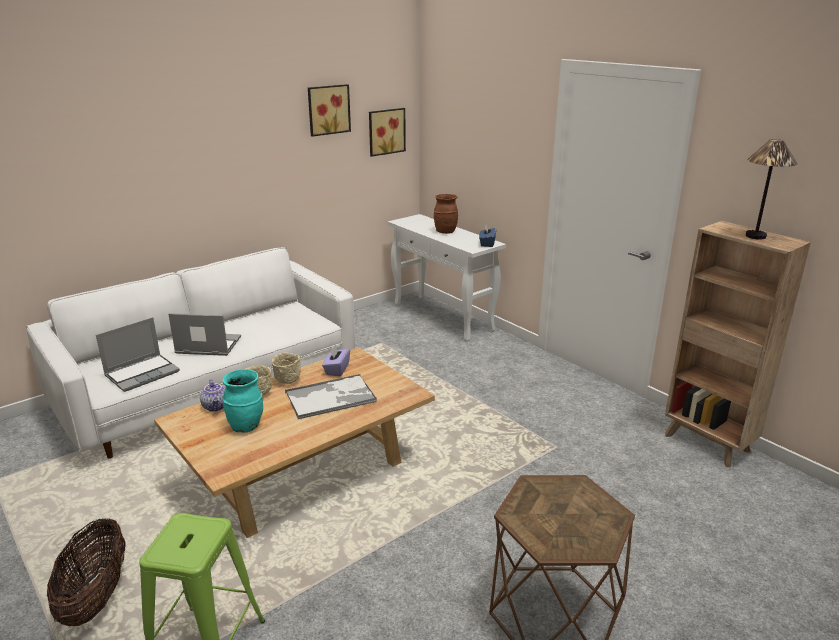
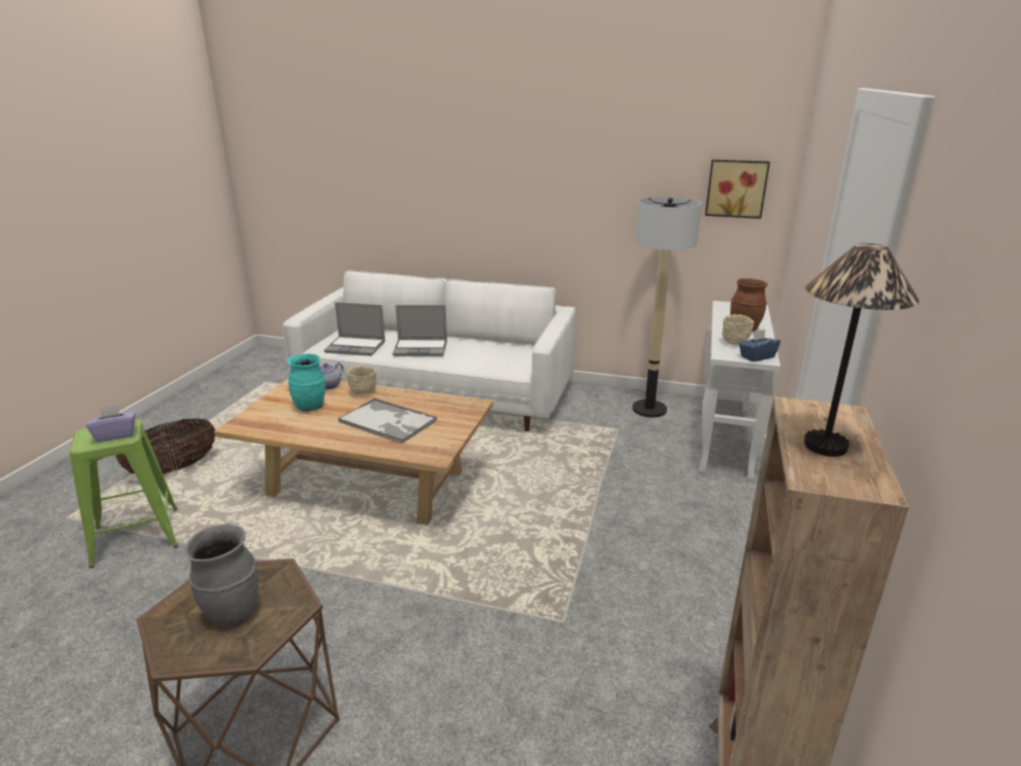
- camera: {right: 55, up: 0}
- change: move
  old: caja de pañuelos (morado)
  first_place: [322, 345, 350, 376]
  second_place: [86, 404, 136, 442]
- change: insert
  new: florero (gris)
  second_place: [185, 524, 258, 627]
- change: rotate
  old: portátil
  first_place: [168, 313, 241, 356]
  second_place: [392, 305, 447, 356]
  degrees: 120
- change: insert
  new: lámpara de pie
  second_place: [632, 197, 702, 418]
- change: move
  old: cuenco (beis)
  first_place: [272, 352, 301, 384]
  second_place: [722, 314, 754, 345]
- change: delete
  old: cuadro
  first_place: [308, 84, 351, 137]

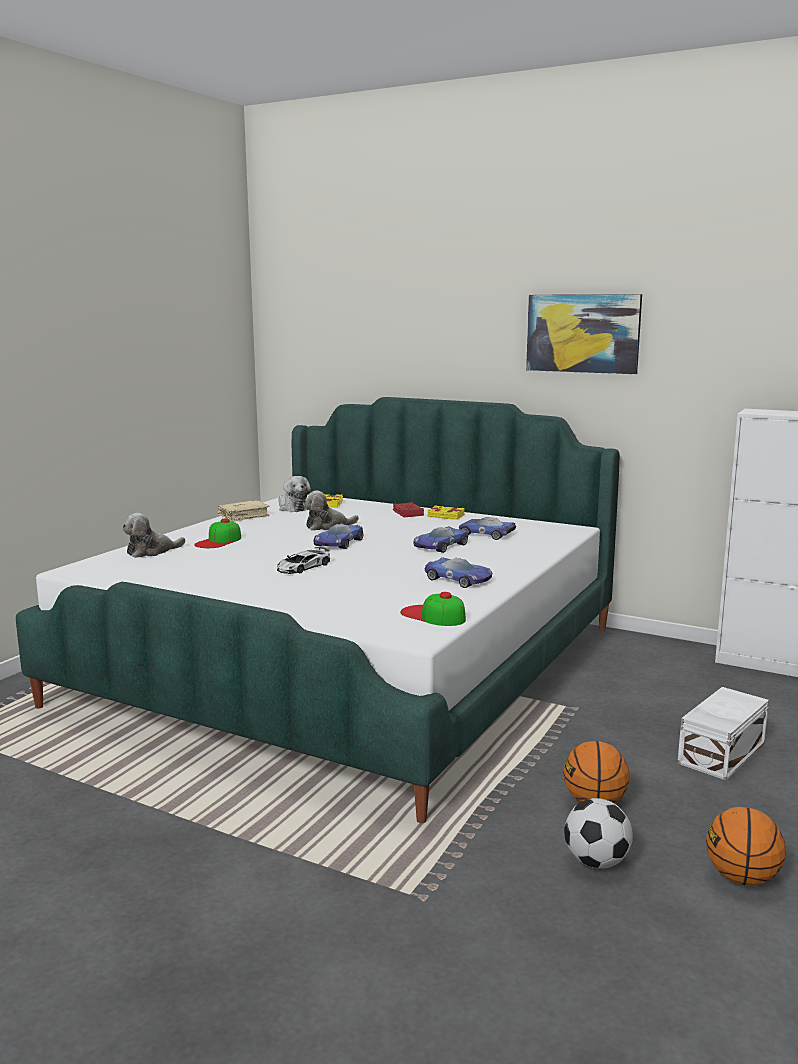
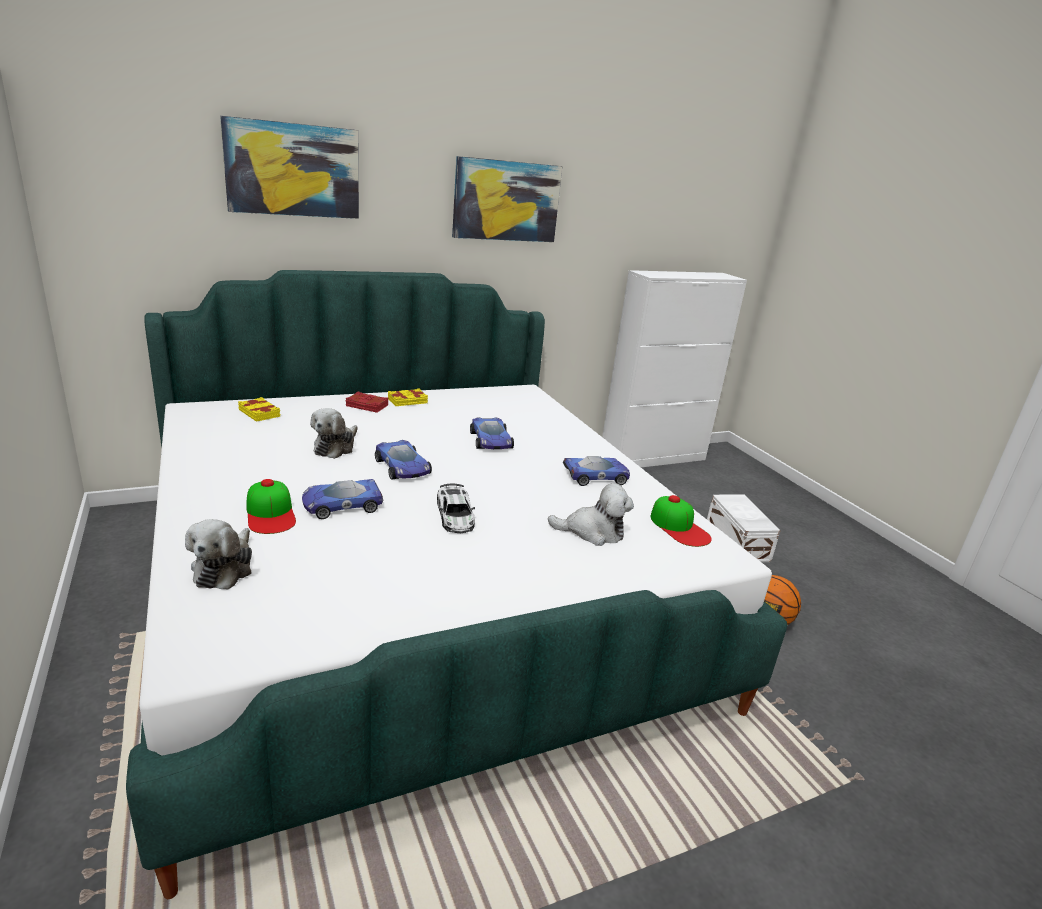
- camera: {right: -55, up: 10}
- change: insert
  new: cuadro
  second_place: [220, 116, 359, 219]
- change: move
  old: coche de juguete
  first_place: [459, 517, 516, 540]
  second_place: [302, 479, 384, 519]
- change: move
  old: peluche
  first_place: [278, 476, 311, 512]
  second_place: [548, 483, 634, 546]
- change: rotate
  old: gorra
  first_place: [400, 592, 466, 626]
  second_place: [651, 495, 712, 547]
  degrees: -105
- change: delete
  old: libro (beis)
  first_place: [217, 500, 270, 522]
- change: delete
  old: balón de fútbol
  first_place: [564, 798, 633, 869]
- change: delete
  old: balón de baloncesto
  first_place: [706, 807, 786, 886]

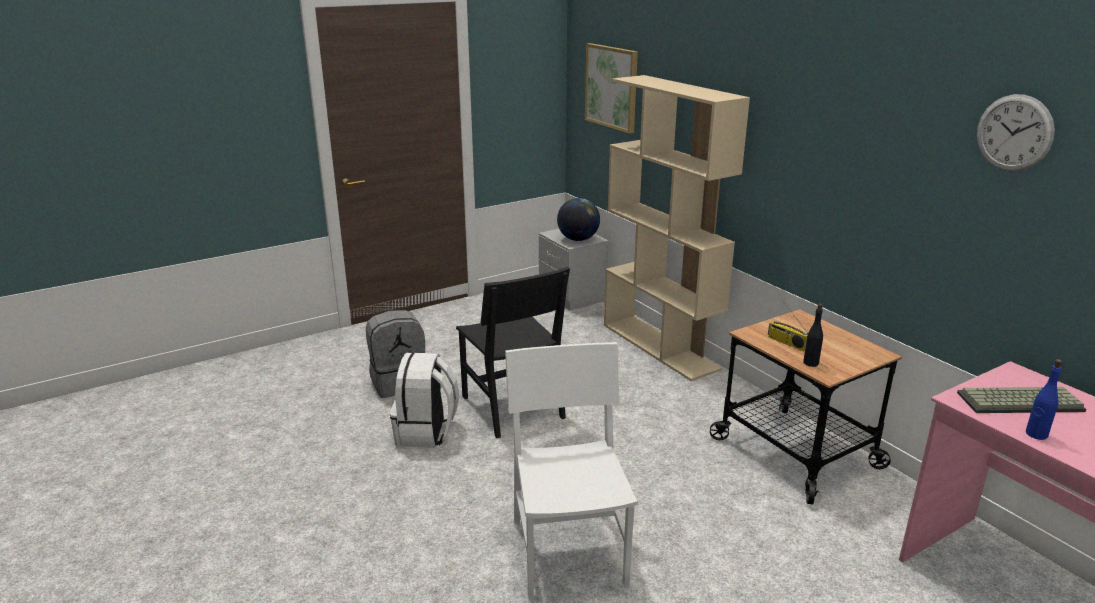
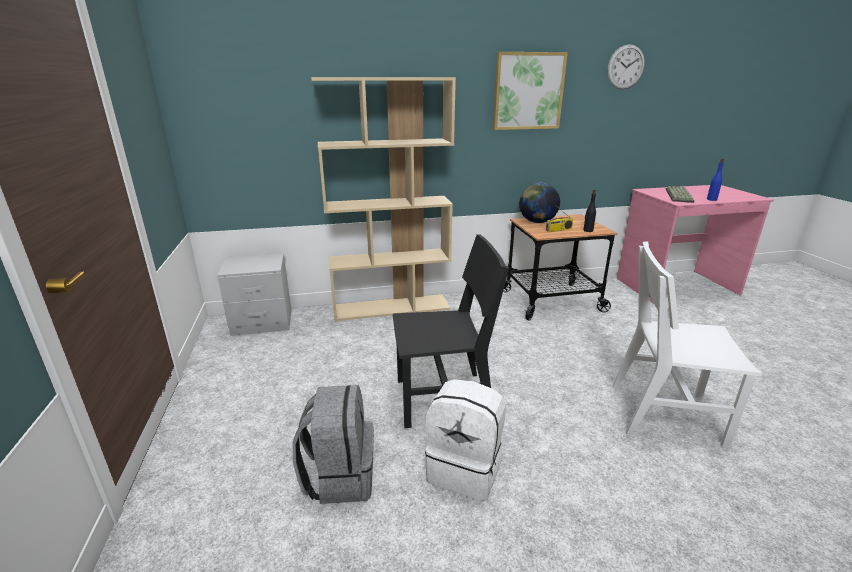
- camera: {right: -70, up: 0}
- change: move
  old: cuadro
  first_place: [585, 43, 638, 134]
  second_place: [493, 52, 568, 130]
- change: move
  old: globo terráqueo
  first_place: [557, 198, 600, 241]
  second_place: [519, 183, 560, 223]

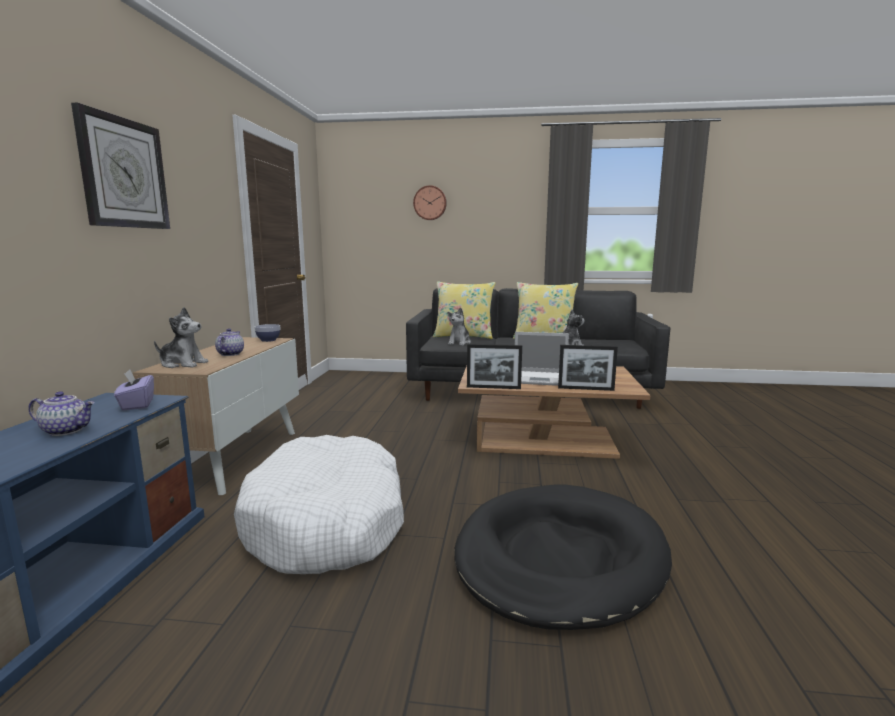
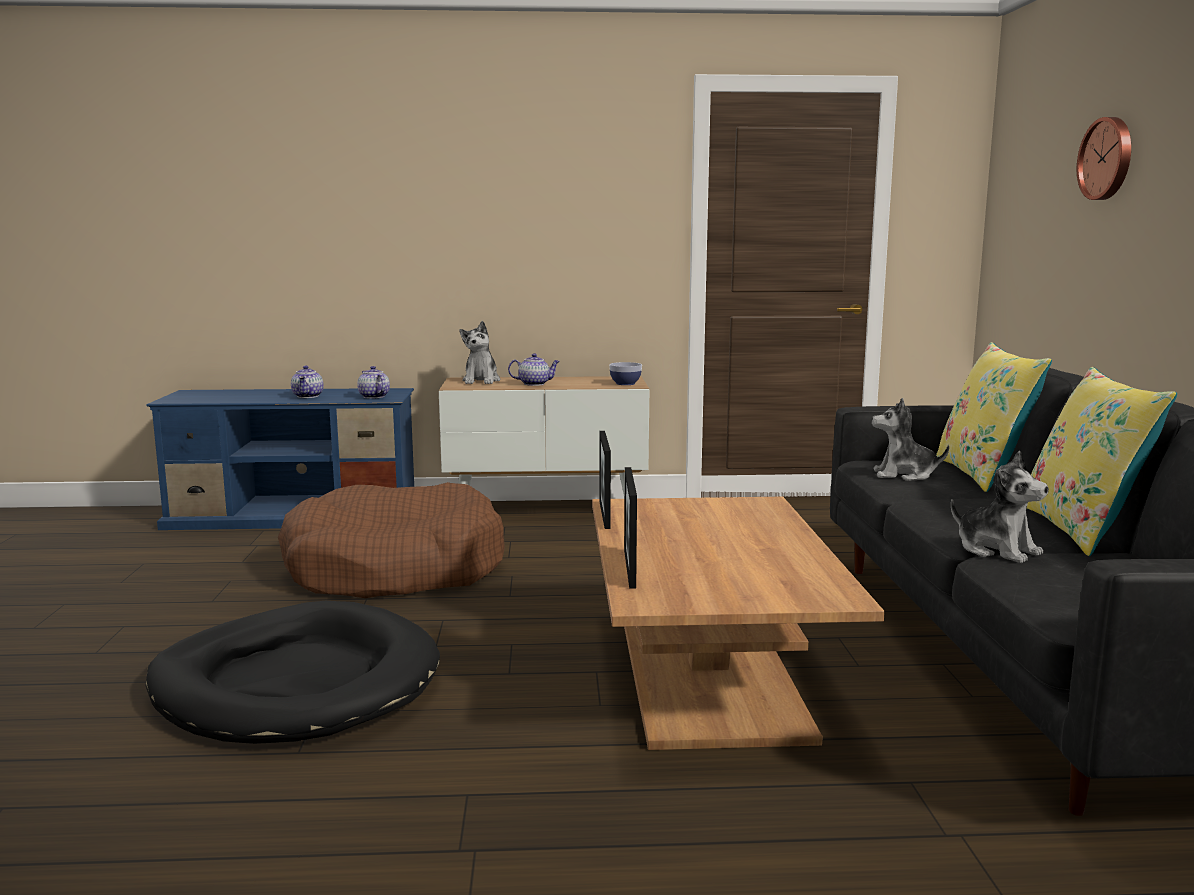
- camera: {right: 80, up: 0}
- change: recolor
  old: cama para perro (blanco)
  new: cama para perro (marrón)
  first_place: [234, 435, 404, 574]
  second_place: [278, 482, 505, 598]
- change: replace
  old: caja de pañuelos (morado)
  new: tetera
  first_place: [114, 369, 154, 410]
  second_place: [357, 366, 390, 399]
- change: delete
  old: reloj de pared
  first_place: [71, 103, 170, 229]
- change: delete
  old: portátil
  first_place: [515, 332, 569, 386]

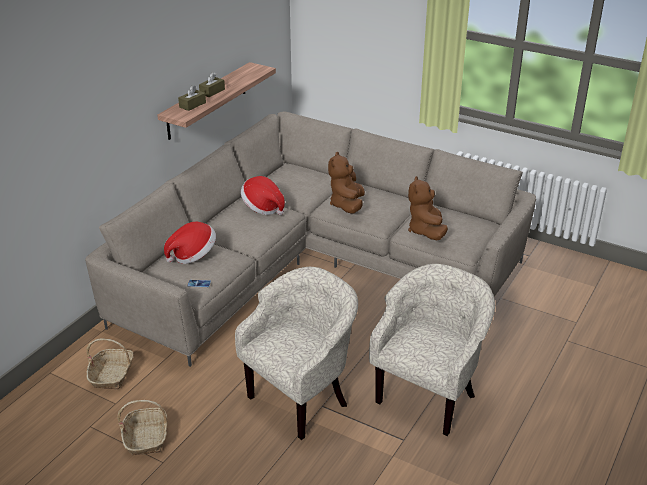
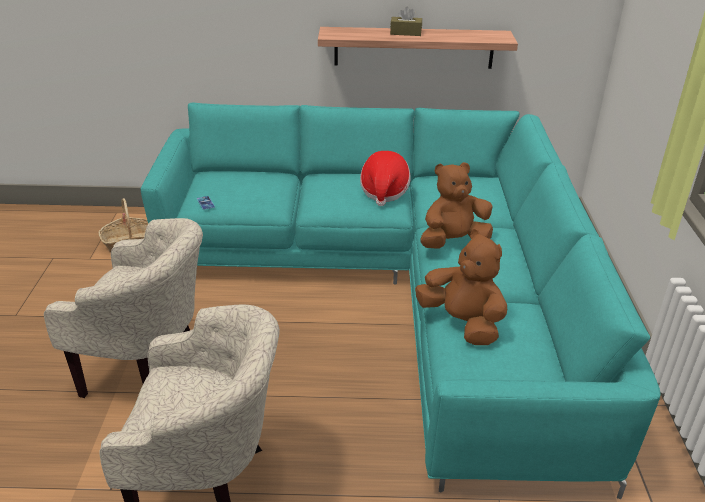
- camera: {right: 60, up: 0}
- change: recolor
  old: sofá (beis)
  new: sofá (turquesa)
  first_place: [85, 111, 536, 367]
  second_place: [140, 103, 660, 499]
- change: rotate
  old: peluche (marrón)
  first_place: [408, 176, 448, 240]
  second_place: [415, 229, 507, 345]
  degrees: 75
- change: delete
  old: cesta
  first_place: [117, 400, 168, 455]
- change: delete
  old: sombrero
  first_place: [164, 221, 216, 264]
- change: delete
  old: caja de pañuelos (marrón)
  first_place: [178, 85, 206, 111]

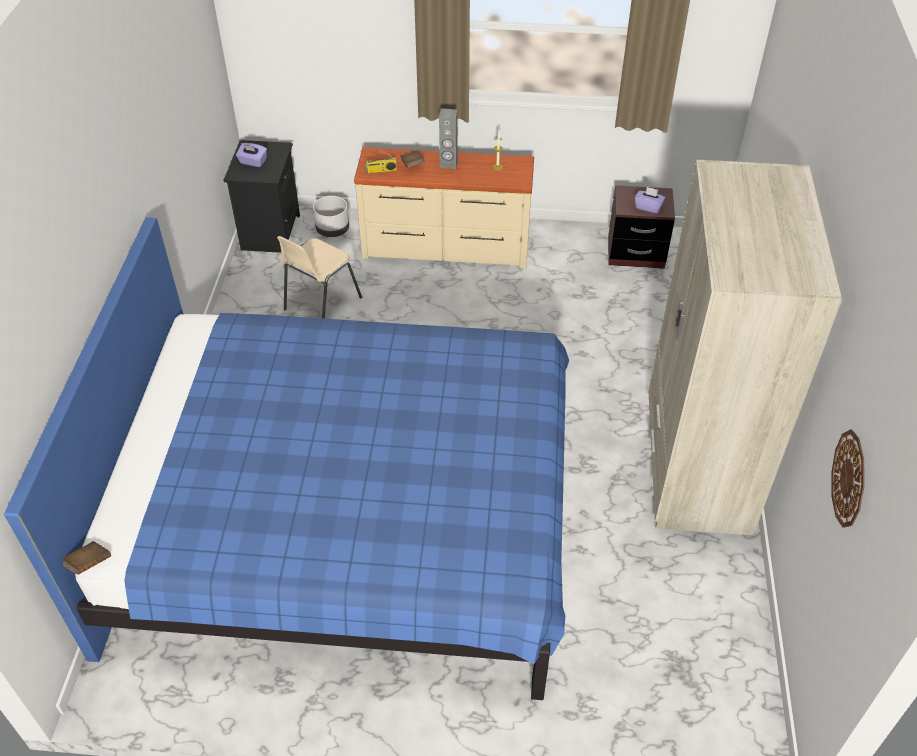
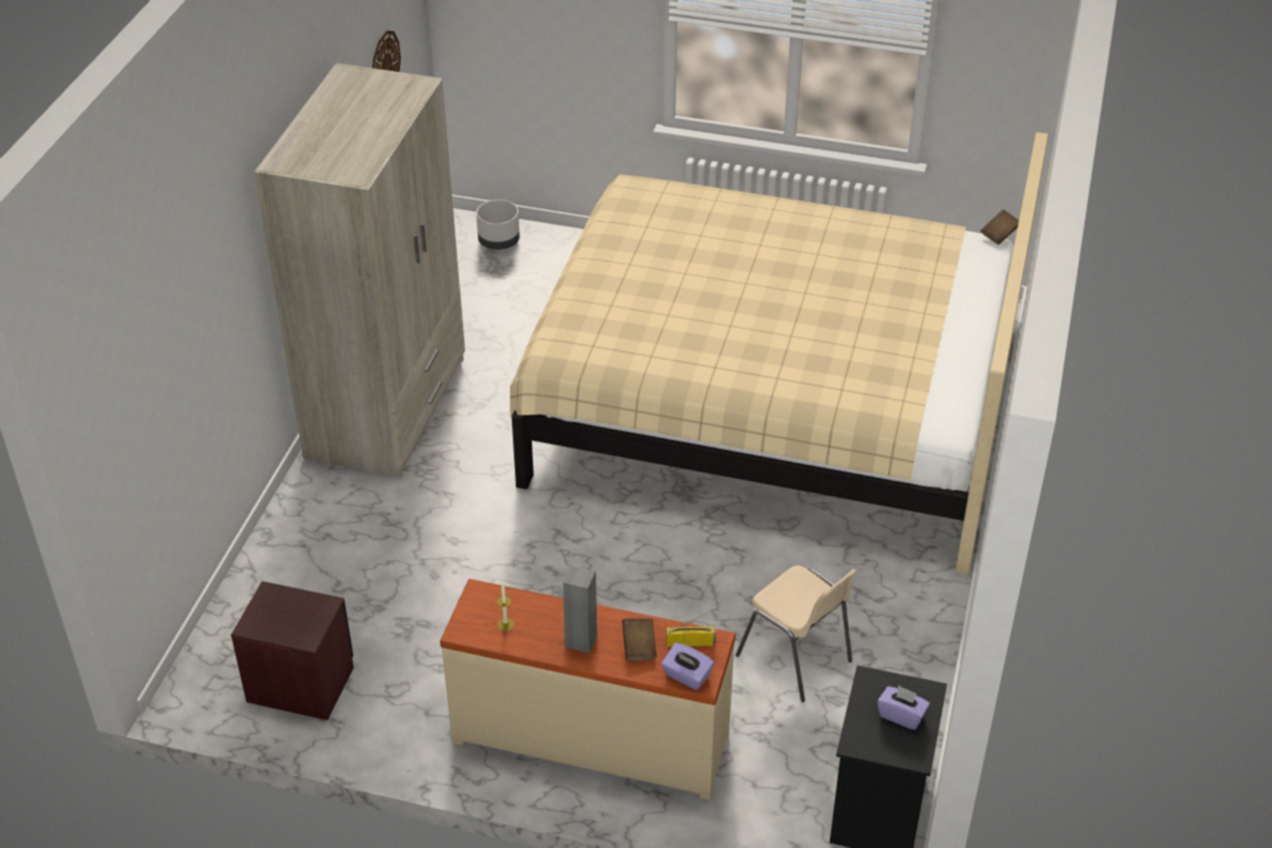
- camera: {right: -170, up: -5}
- change: move
  old: maceta (gris)
  first_place: [313, 196, 349, 237]
  second_place: [476, 200, 520, 250]
- change: recolor
  old: cama (azul)
  new: cama (beis)
  first_place: [4, 217, 569, 700]
  second_place: [510, 132, 1049, 574]
- change: move
  old: caja de pañuelos (morado)
  first_place: [635, 187, 665, 213]
  second_place: [661, 643, 714, 690]
- change: rotate
  old: silla (beis)
  first_place: [277, 236, 362, 319]
  second_place: [736, 566, 857, 702]
  degrees: 90

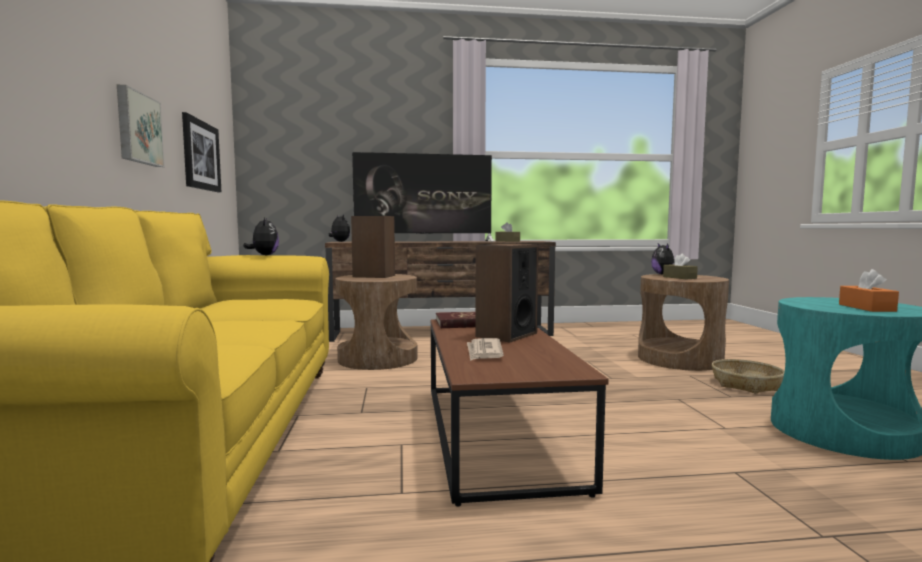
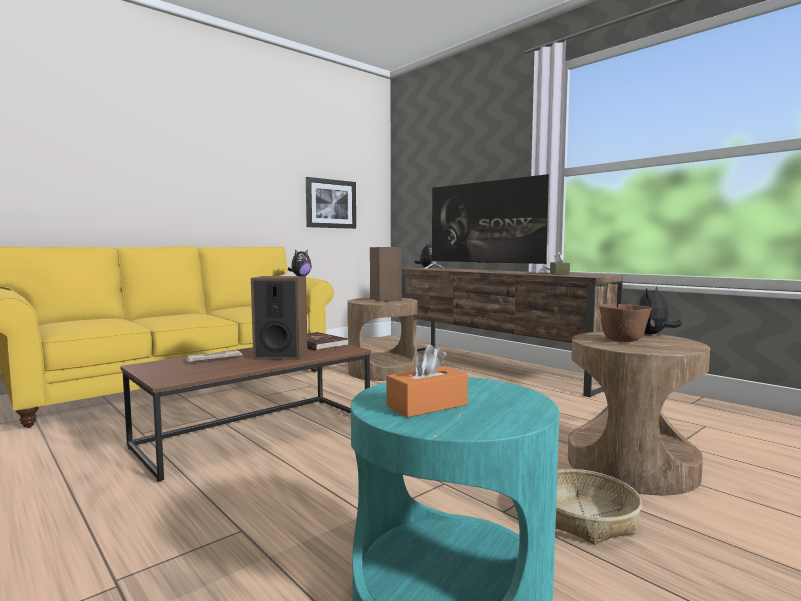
- camera: {right: 55, up: 0}
- change: replace
  old: caja de pañuelos (marrón)
  new: cuenco (marrón)
  first_place: [663, 254, 698, 279]
  second_place: [599, 304, 652, 342]
- change: delete
  old: cuadro
  first_place: [117, 85, 164, 167]

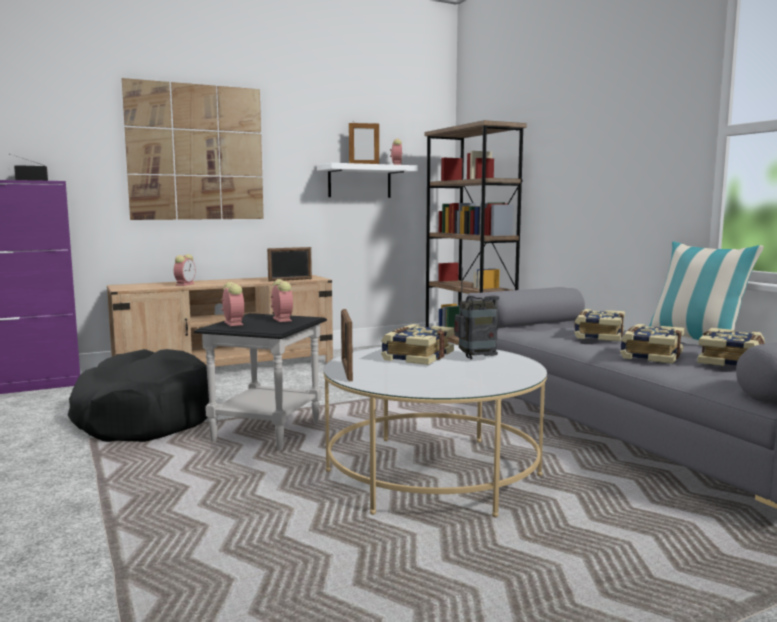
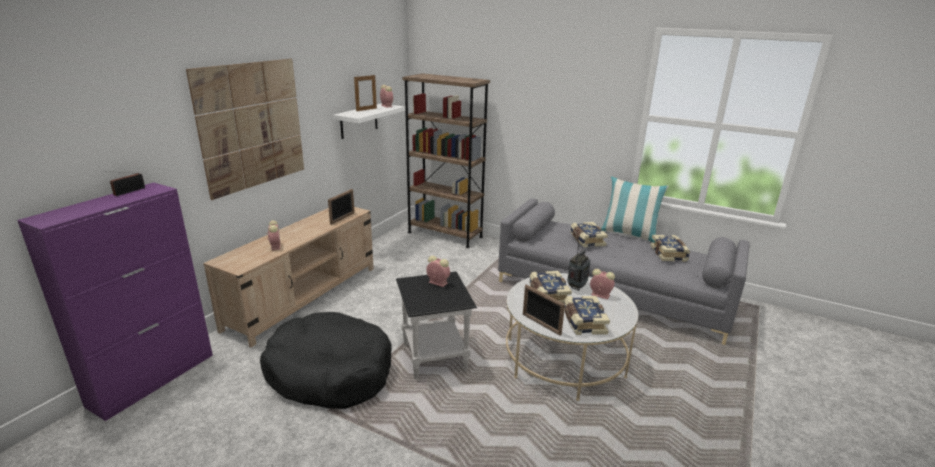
- camera: {right: -35, up: 15}
- change: move
  old: libro
  first_place: [620, 324, 685, 364]
  second_place: [564, 296, 610, 335]
- change: move
  old: despertador
  first_place: [221, 282, 244, 326]
  second_place: [590, 269, 615, 300]

